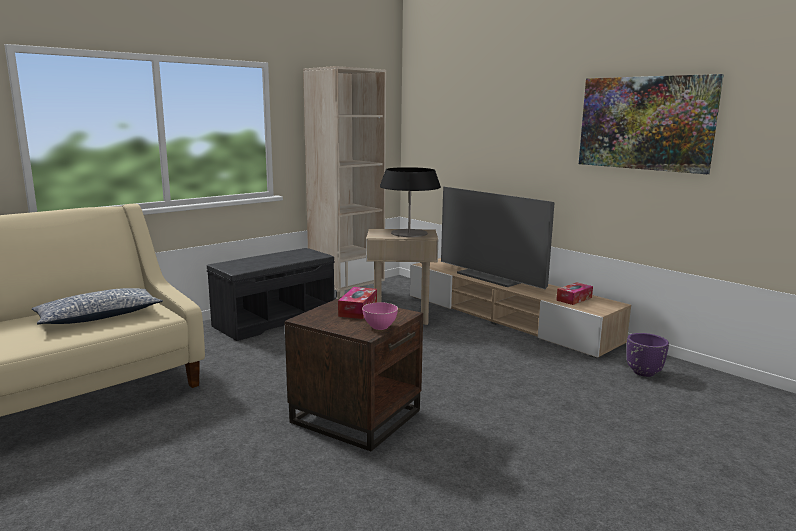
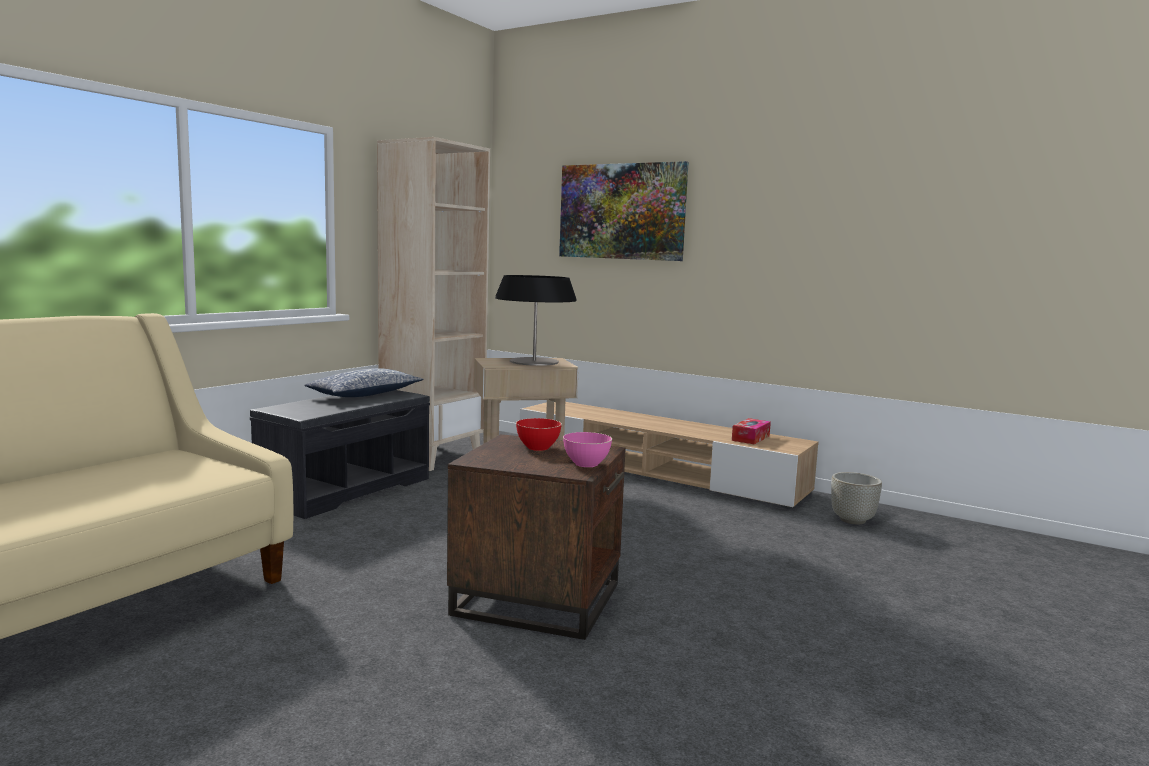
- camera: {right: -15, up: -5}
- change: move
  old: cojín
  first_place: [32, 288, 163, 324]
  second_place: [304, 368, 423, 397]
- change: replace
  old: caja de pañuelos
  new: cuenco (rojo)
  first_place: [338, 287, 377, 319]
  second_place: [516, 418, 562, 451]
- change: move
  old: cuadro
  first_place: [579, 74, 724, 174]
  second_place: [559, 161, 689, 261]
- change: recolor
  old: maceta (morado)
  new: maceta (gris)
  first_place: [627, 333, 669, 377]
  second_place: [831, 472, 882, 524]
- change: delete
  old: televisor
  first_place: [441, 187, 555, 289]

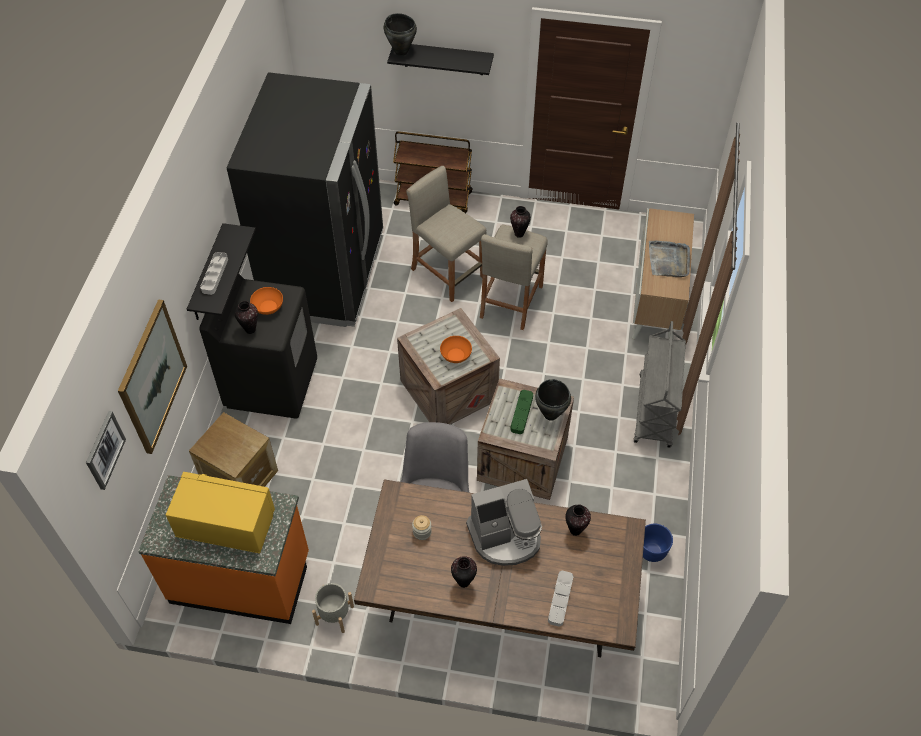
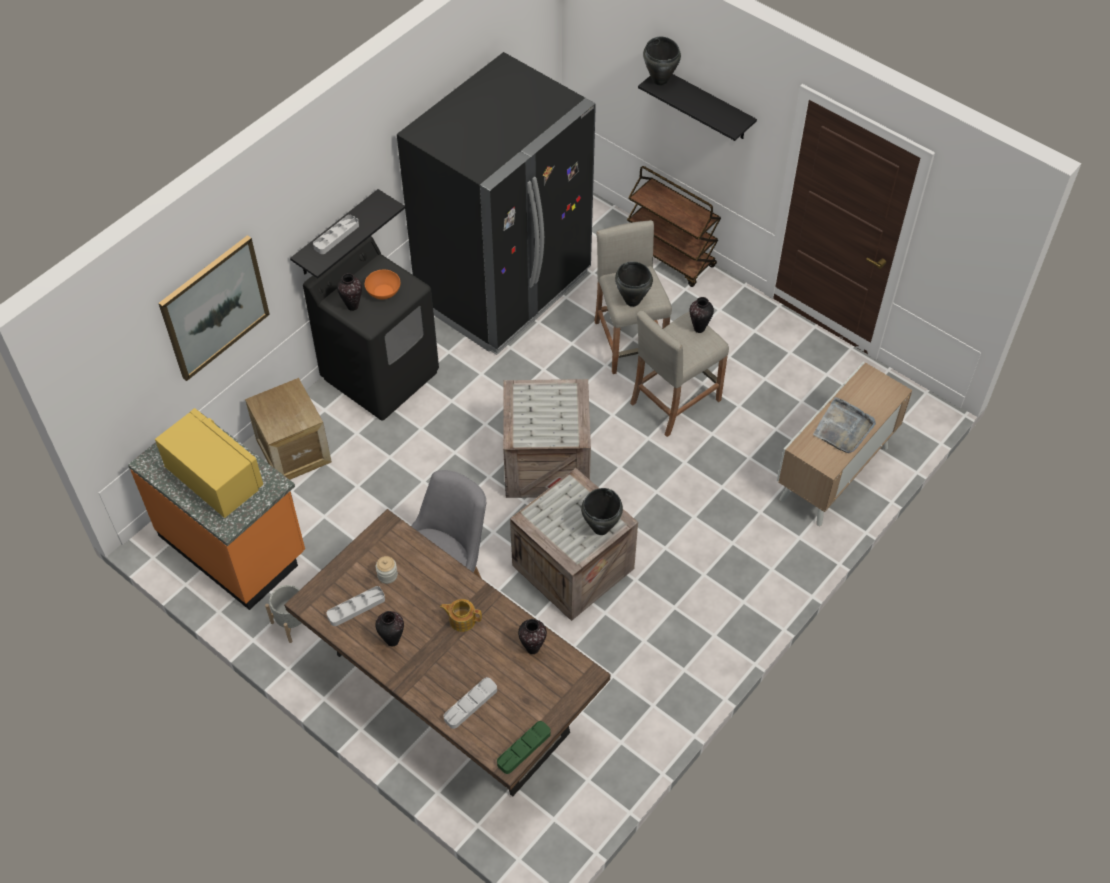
- camera: {right: 30, up: 0}
- change: insert
  new: bandeja (gris)
  second_place: [327, 586, 385, 626]
- change: replace
  old: cafetera
  new: tetera
  first_place: [466, 479, 542, 566]
  second_place: [440, 599, 482, 632]
- change: move
  old: bandeja (verde)
  first_place: [510, 390, 533, 434]
  second_place: [497, 721, 551, 774]
- change: insert
  new: olla (negro)
  second_place: [615, 261, 653, 307]
- change: delete
  old: cuadro
  first_place: [86, 411, 126, 490]
- change: delete
  old: cuenco (naranja)
  first_place: [440, 336, 472, 363]
- change: delete
  old: carrito (gris)
  first_place: [634, 321, 686, 448]
- change: delete
  old: maceta (azul)
  first_place: [643, 524, 673, 562]

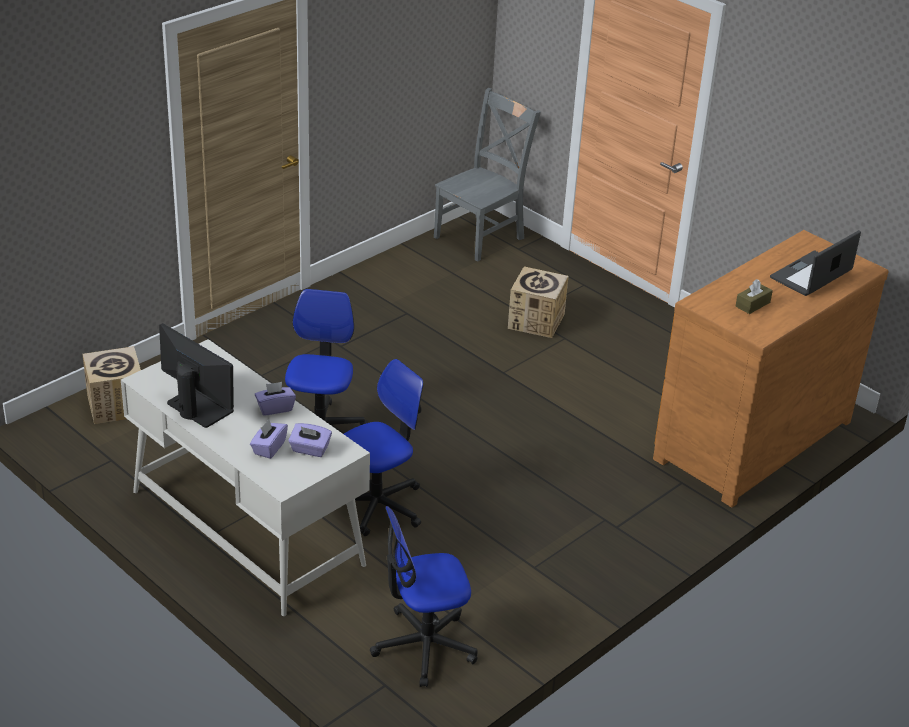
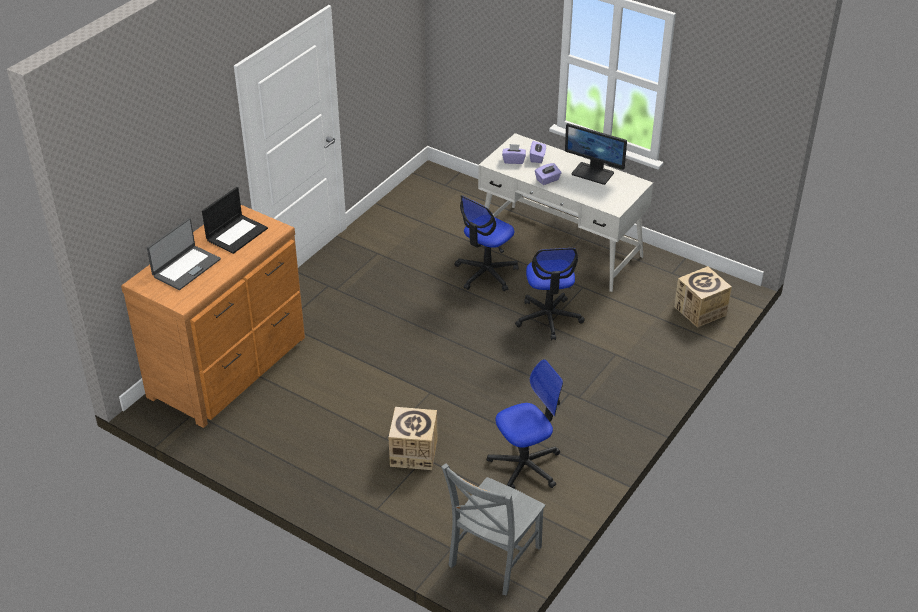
- camera: {right: 170, up: 5}
- change: replace
  old: caja de pañuelos (marrón)
  new: portátil
  first_place: [735, 279, 773, 314]
  second_place: [202, 187, 268, 254]
- change: move
  old: silla de oficina
  first_place: [370, 506, 478, 687]
  second_place: [487, 359, 563, 489]

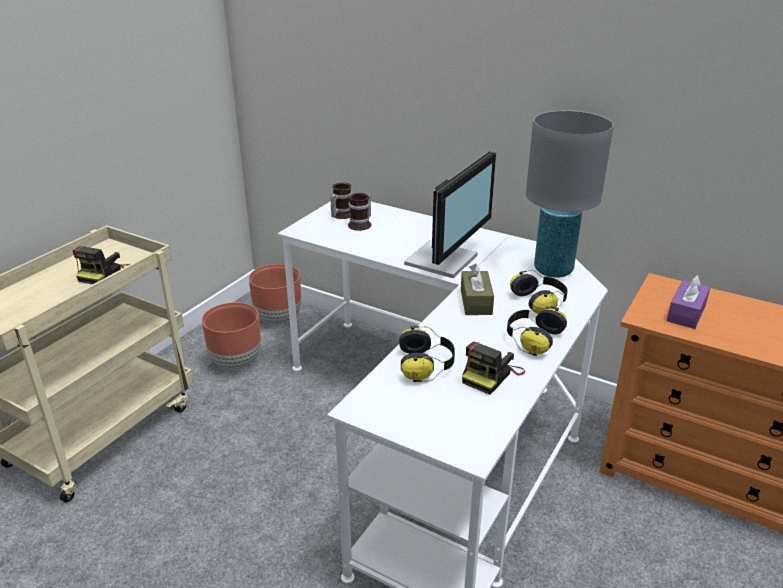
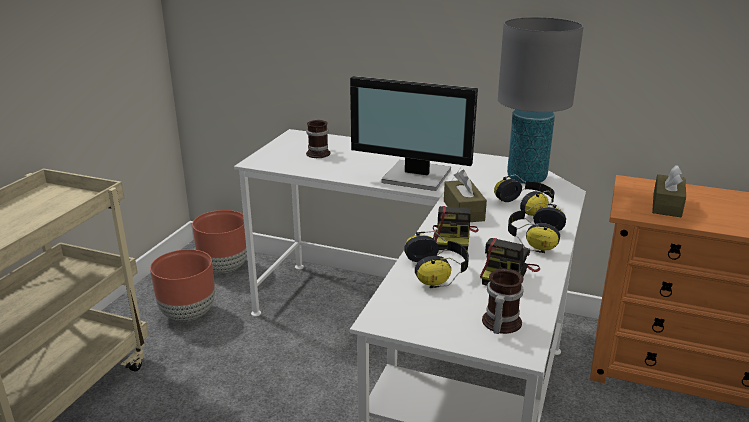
- camera: {right: -10, up: -5}
- change: rotate
  old: monitor
  first_place: [404, 152, 496, 278]
  second_place: [350, 76, 478, 191]
  degrees: 90
- change: move
  old: cámara
  first_place: [73, 246, 130, 284]
  second_place: [433, 206, 479, 251]
- change: move
  old: taza grande
  first_place: [330, 182, 352, 219]
  second_place: [482, 269, 524, 334]
- change: recolor
  old: caja de pañuelos (morado)
  new: caja de pañuelos (marrón)
  first_place: [667, 275, 710, 329]
  second_place: [652, 165, 686, 217]

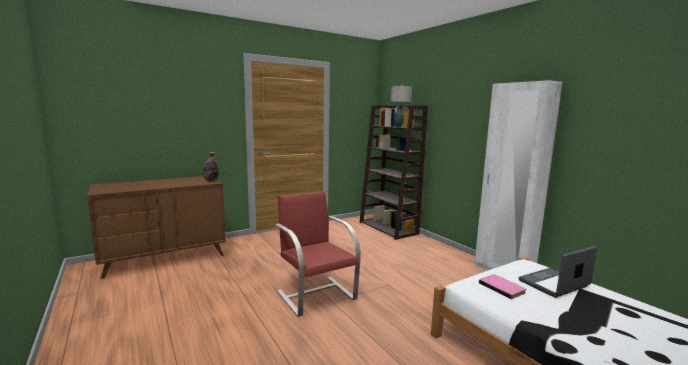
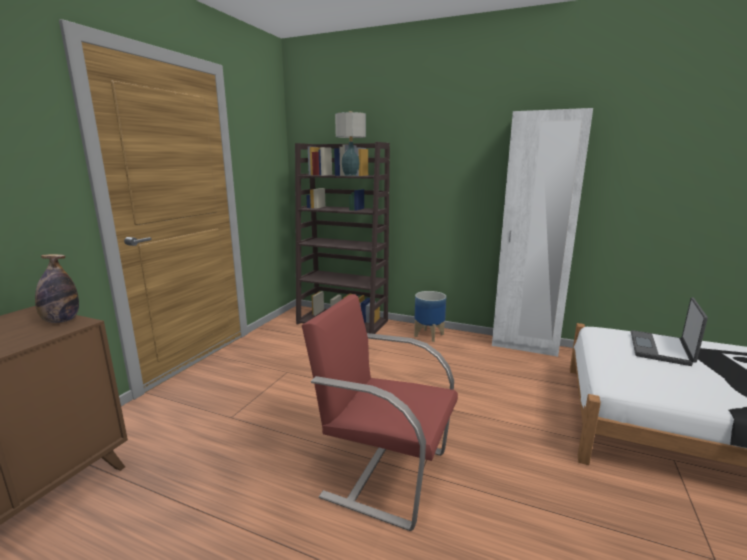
- camera: {right: -35, up: 5}
- change: insert
  new: maceta
  second_place: [414, 291, 446, 342]
- change: delete
  old: libro (rosa)
  first_place: [479, 274, 526, 299]

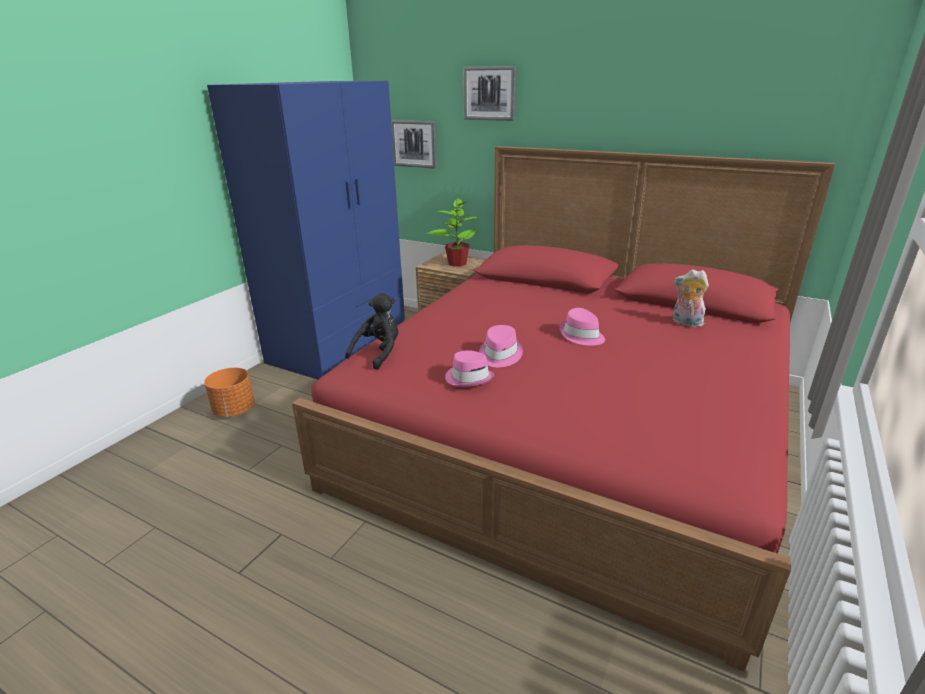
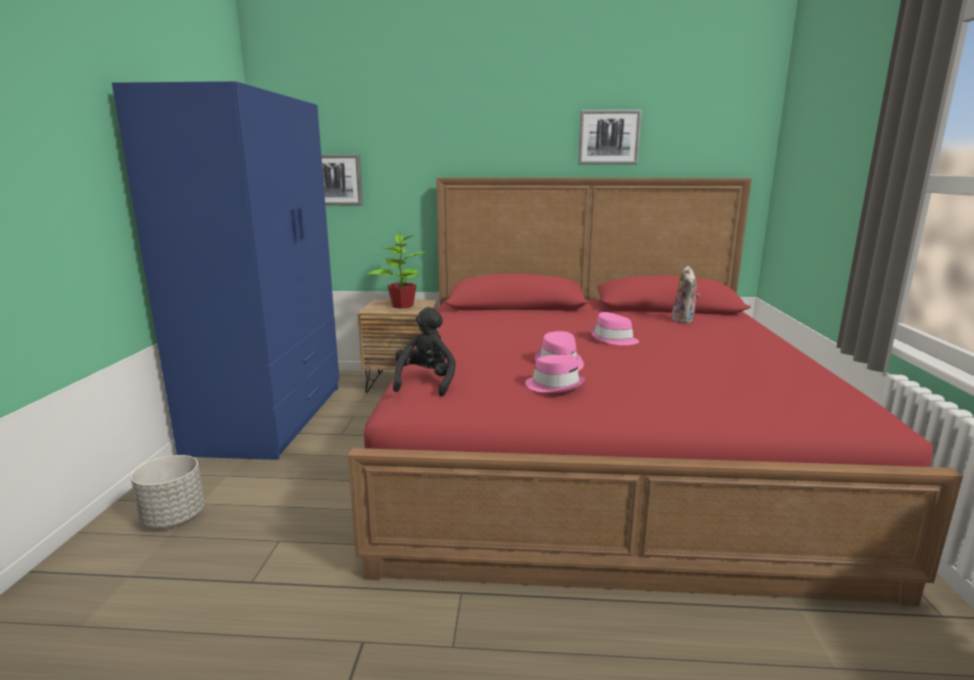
- camera: {right: -25, up: -10}
- change: recolor
  old: maceta (naranja)
  new: maceta (gris)
  first_place: [204, 368, 255, 417]
  second_place: [131, 455, 205, 528]
- change: move
  old: cuadro
  first_place: [463, 66, 516, 121]
  second_place: [578, 109, 642, 164]
- change: rotate
  old: peluche
  first_place: [673, 269, 709, 327]
  second_place: [672, 266, 700, 323]
  degrees: -90

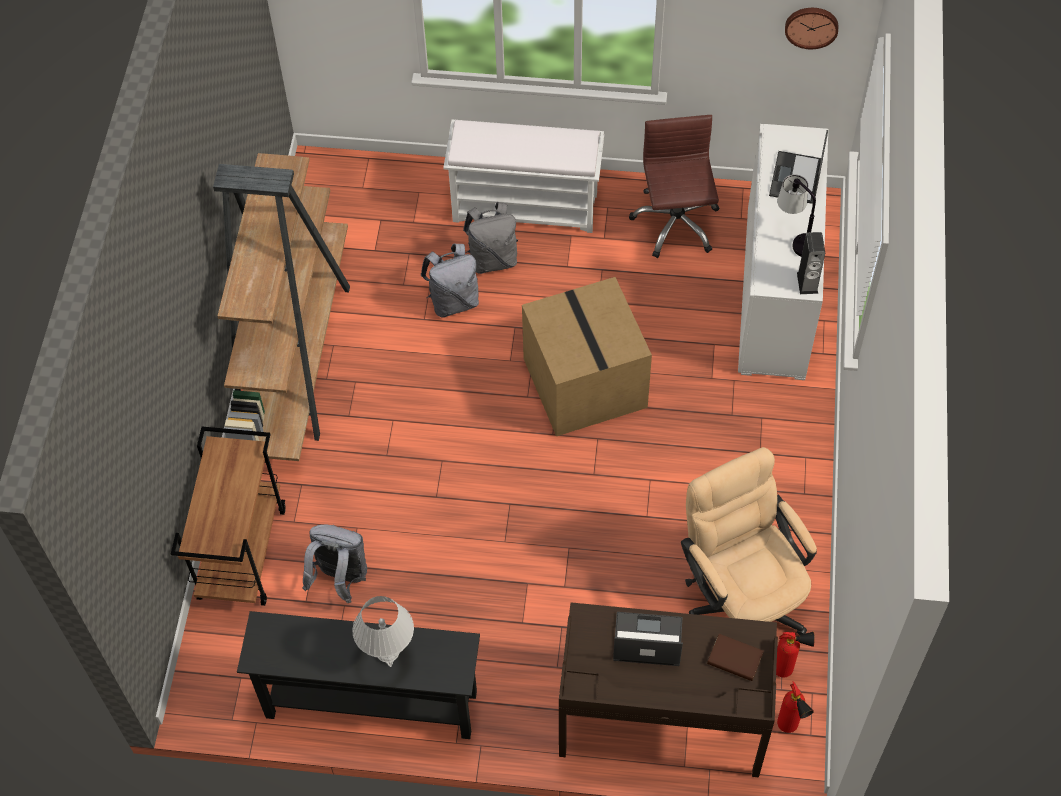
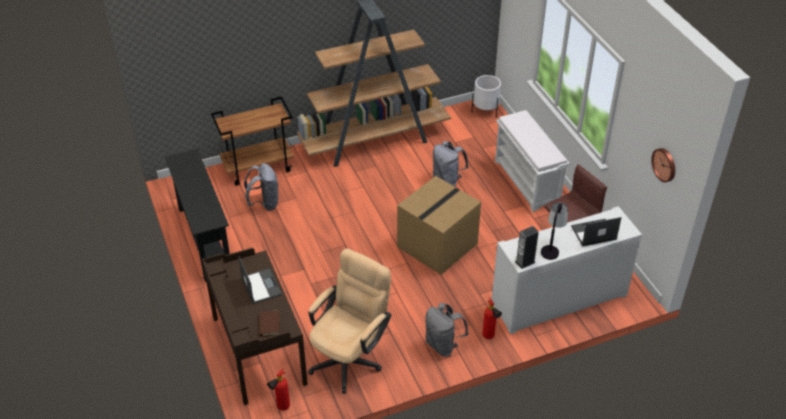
- camera: {right: 60, up: -15}
- change: move
  old: mochila (gris)
  first_place: [463, 202, 518, 274]
  second_place: [426, 303, 469, 357]
- change: insert
  new: maceta (blanco)
  second_place: [472, 75, 501, 117]
- change: move
  old: extintor
  first_place: [776, 632, 815, 678]
  second_place: [482, 298, 502, 339]
- change: delete
  old: lámpara de mesa (blanco)
  first_place: [352, 596, 414, 667]

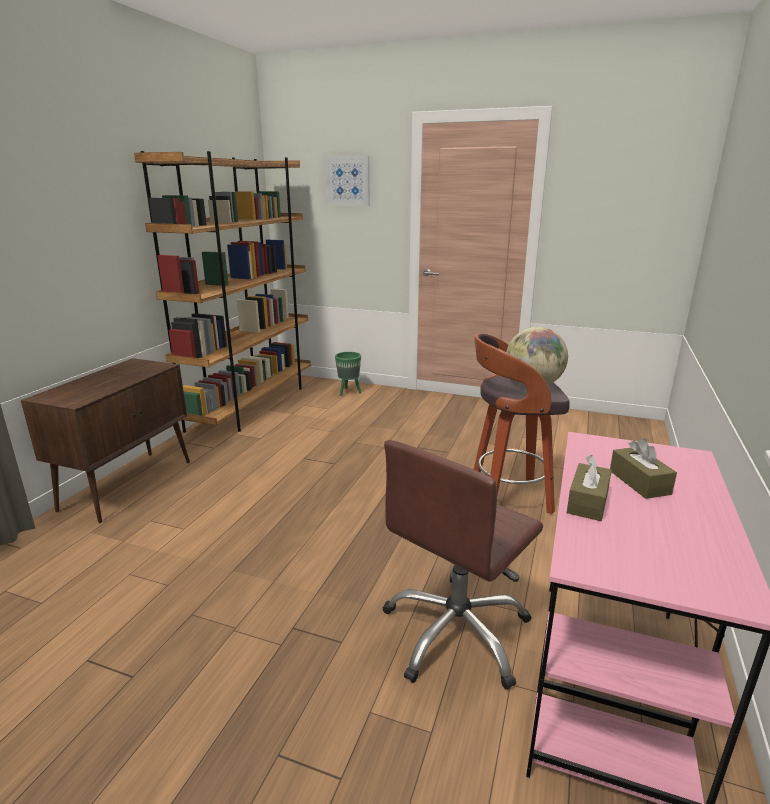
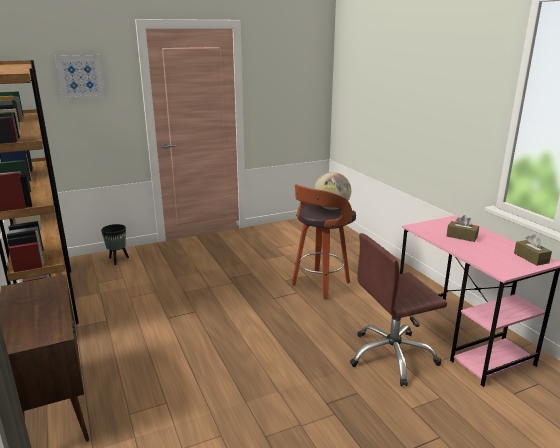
- camera: {right: -45, up: 0}
- change: recolor
  old: maceta (verde)
  new: maceta (negro)
  first_place: [335, 352, 361, 396]
  second_place: [101, 224, 129, 265]
- change: rotate
  old: silla de oficina (marrón)
  first_place: [382, 440, 543, 690]
  second_place: [350, 233, 447, 386]
  degrees: 75
- change: move
  old: caja de pañuelos (marrón)
  first_place: [567, 455, 612, 521]
  second_place: [514, 235, 552, 266]

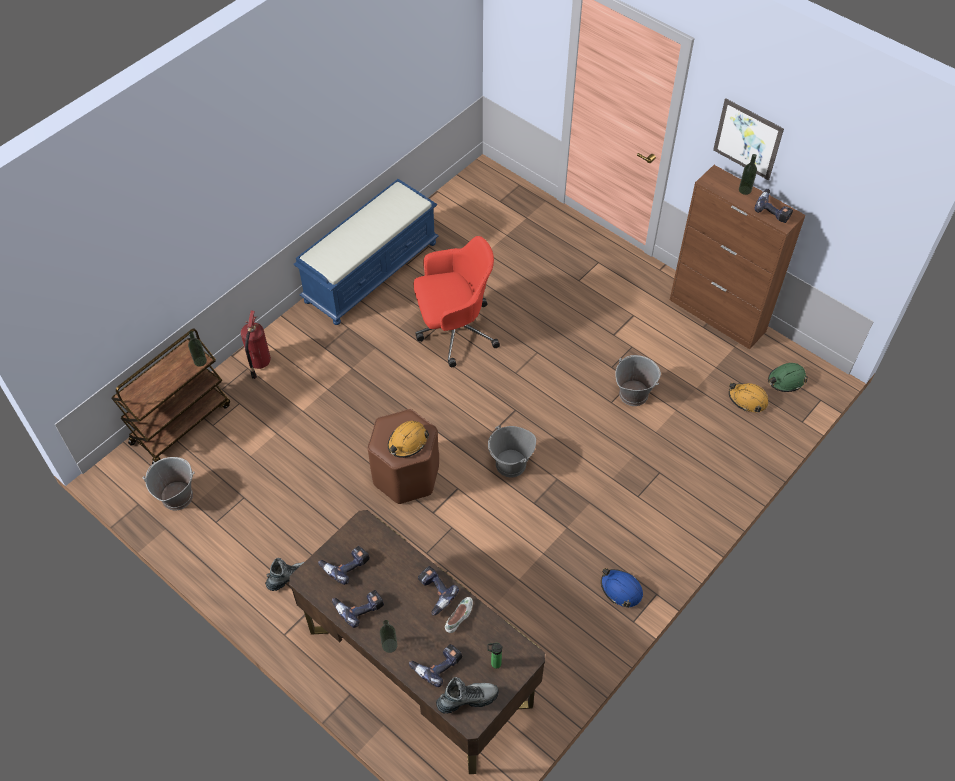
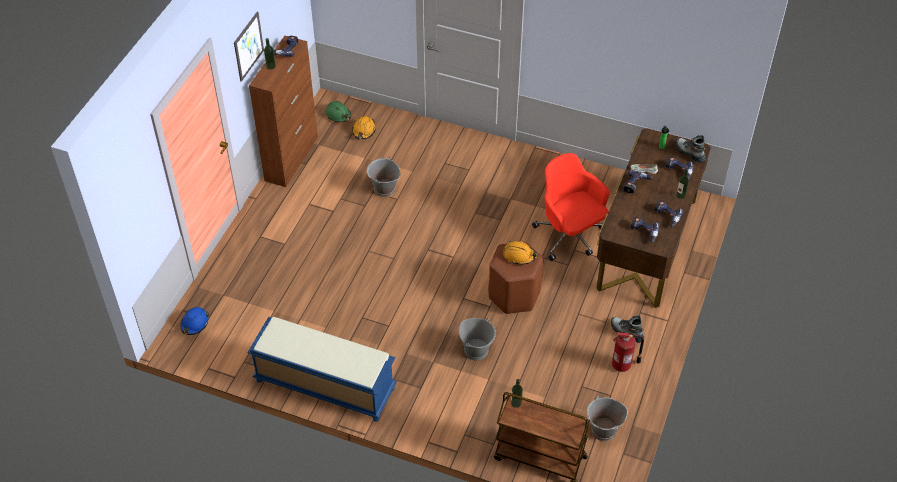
- camera: {right: -110, up: -5}
- change: move
  old: casco (azul)
  first_place: [601, 568, 643, 608]
  second_place: [180, 307, 209, 335]
- change: move
  old: cubo (gris)
  first_place: [488, 425, 536, 477]
  second_place: [459, 318, 496, 360]
- change: move
  old: silla de oficina (rojo)
  first_place: [414, 236, 500, 367]
  second_place: [532, 153, 609, 261]
- change: move
  old: extintor
  first_place: [241, 310, 271, 379]
  second_place: [612, 332, 644, 372]

